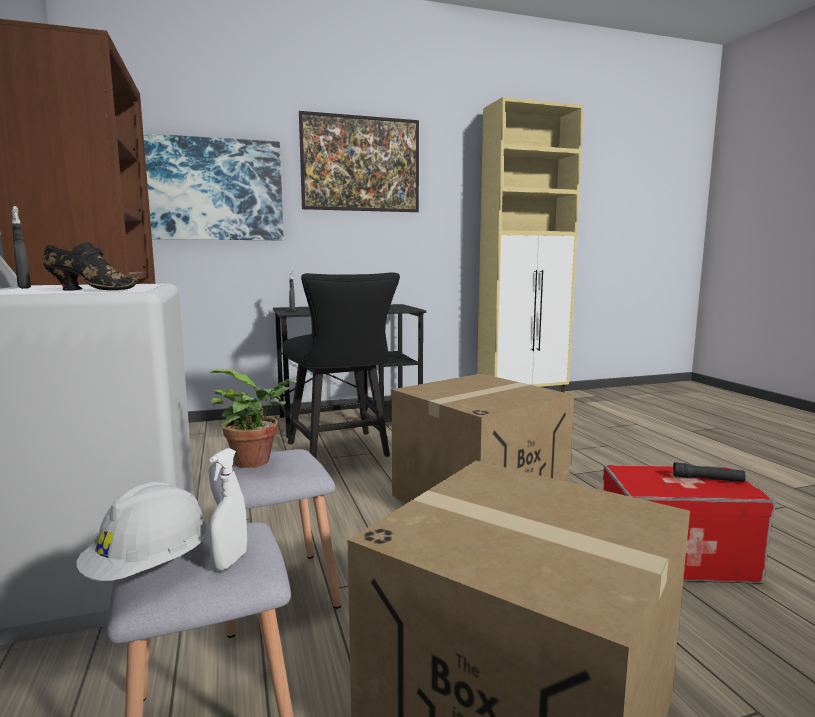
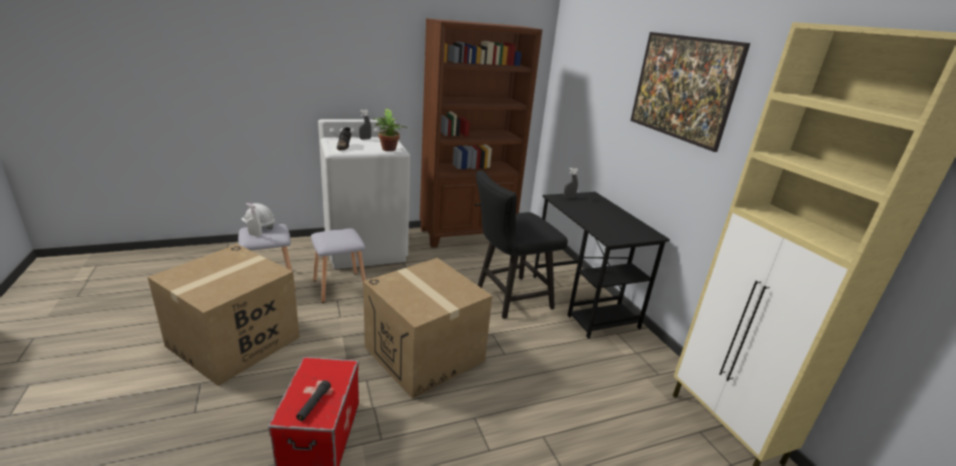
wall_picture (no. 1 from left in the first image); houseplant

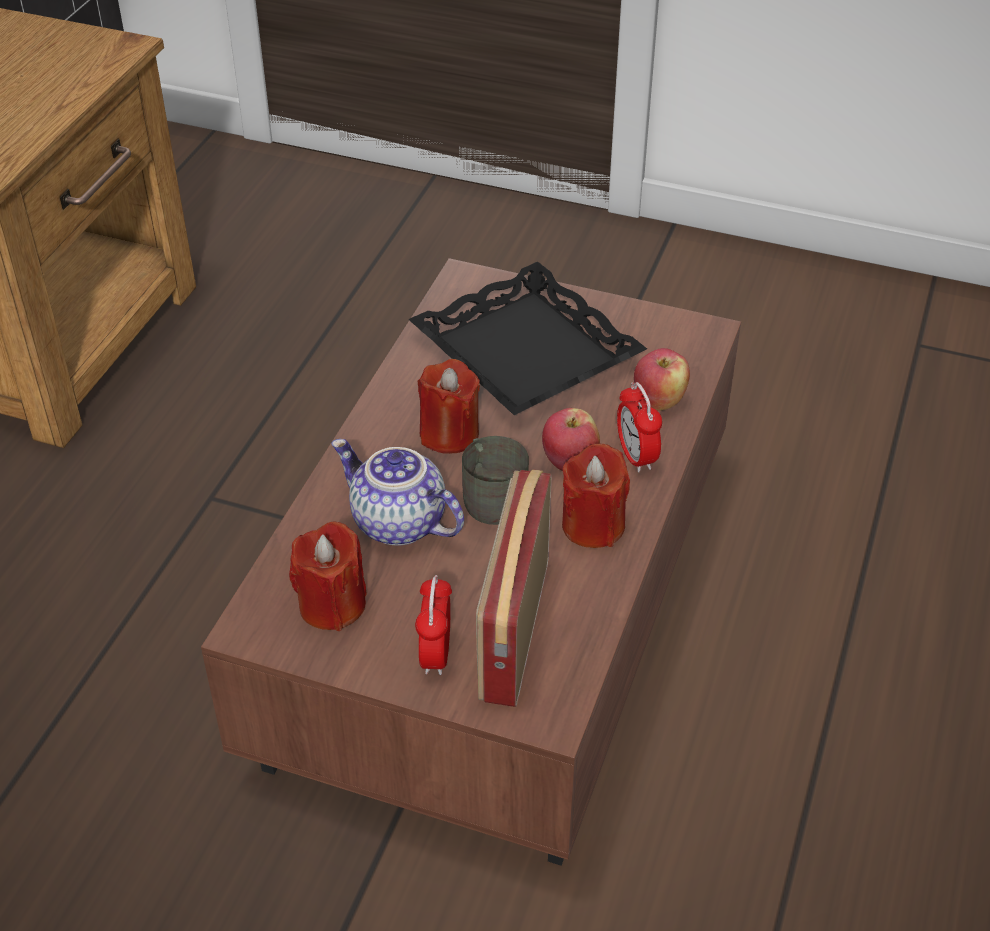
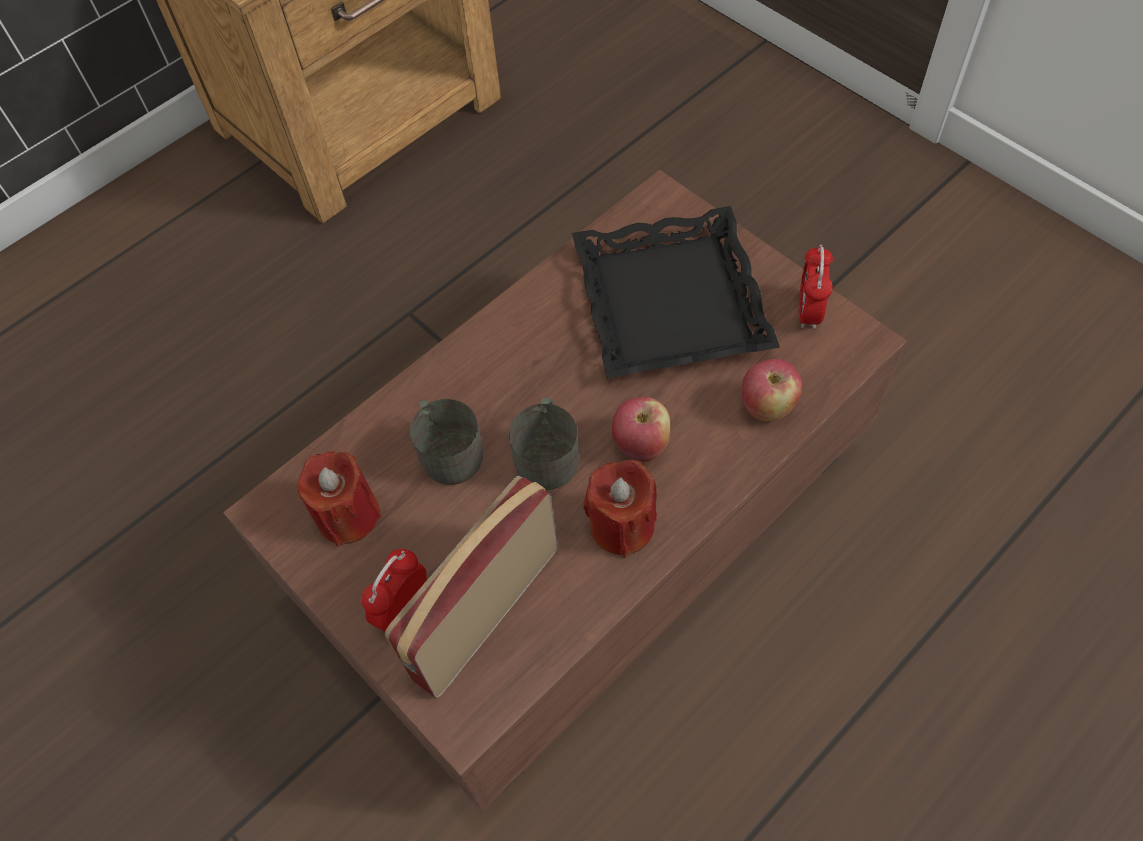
reddish_wax_light (no. 2 from left in the first image); alarm_clock (no. 2 from left); grey_coffee_mug (no. 1 from left)

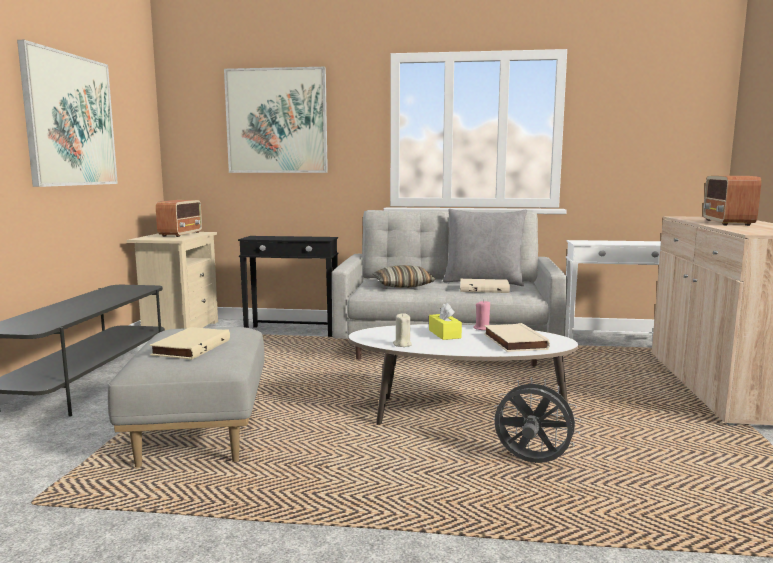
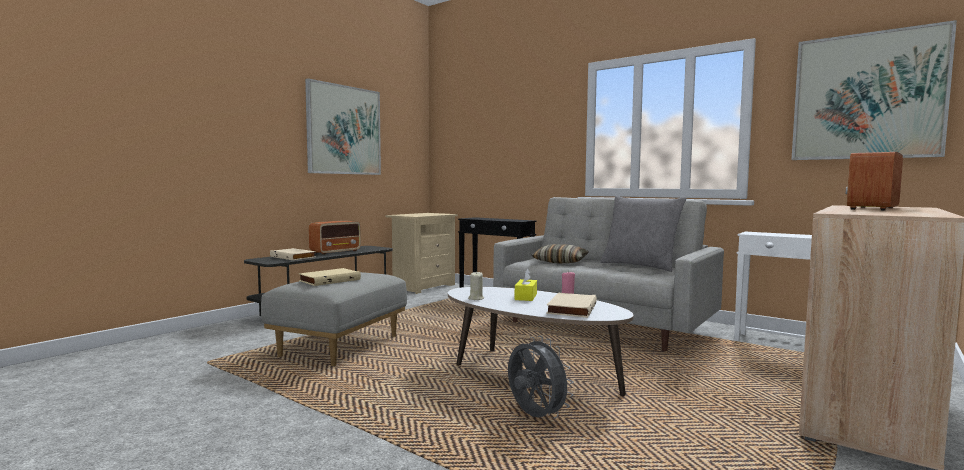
radio_receiver (no. 1 from left); wall_picture (no. 2 from left); sand-coloured_bound_book (no. 1 from left)

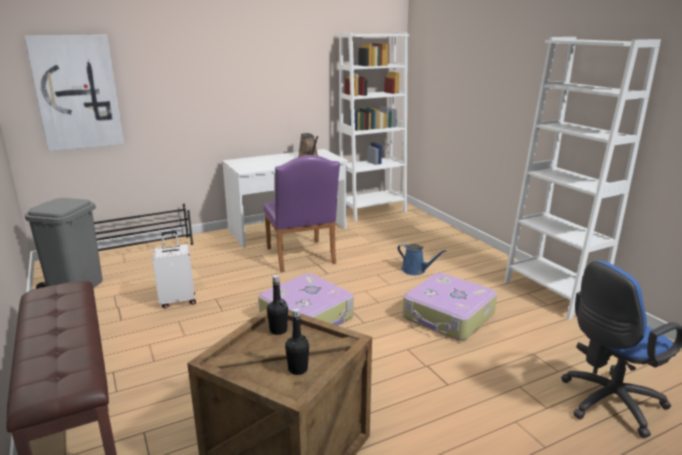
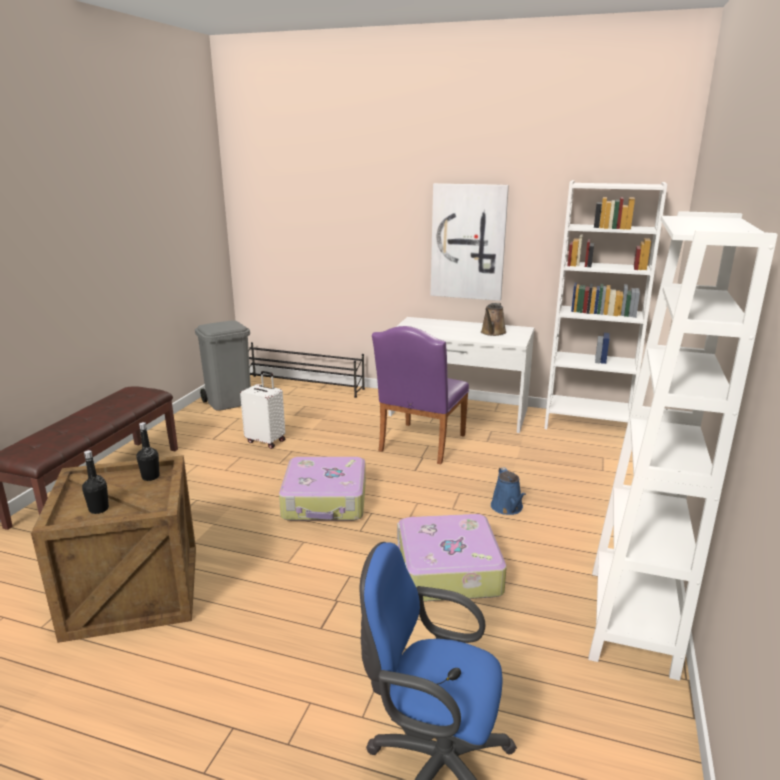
wall_picture

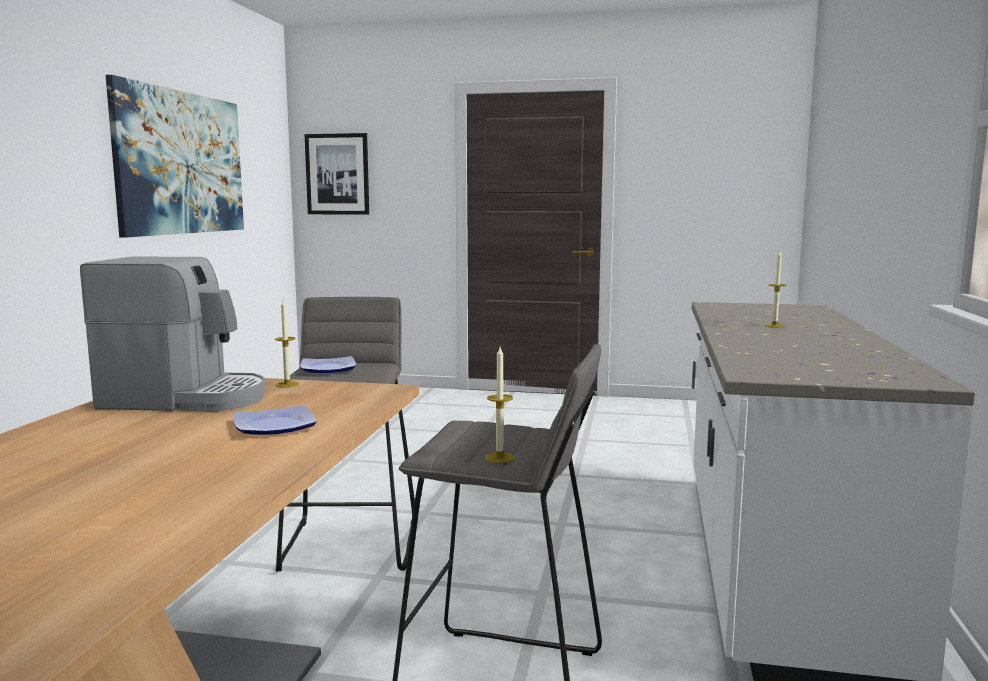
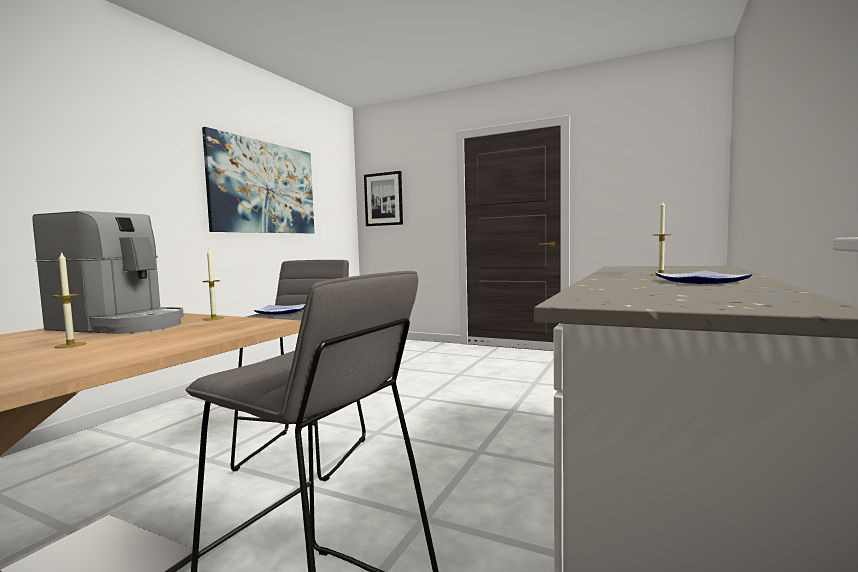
plate (no. 2 from left); wax_light (no. 1 from left)

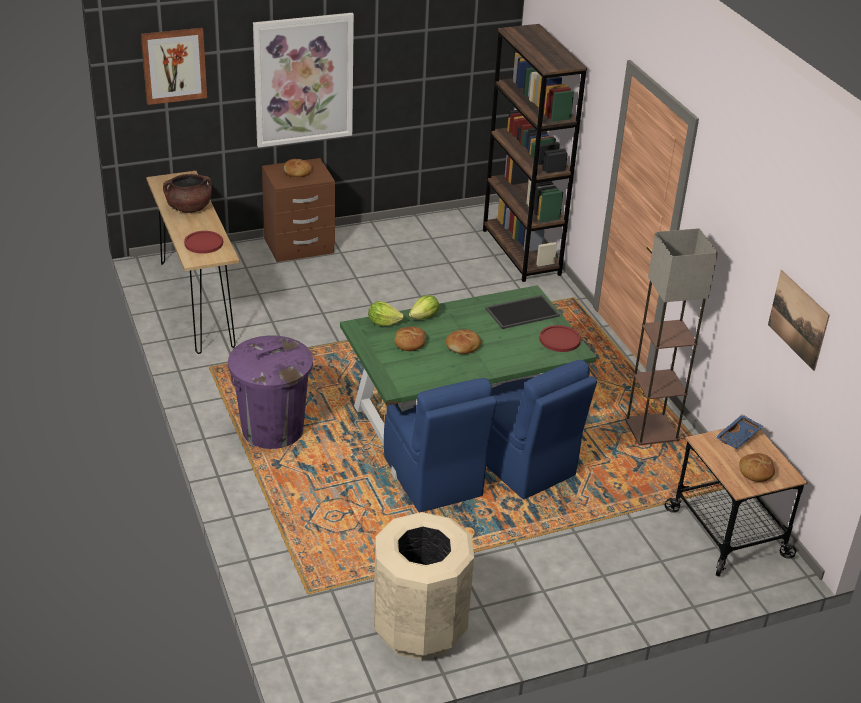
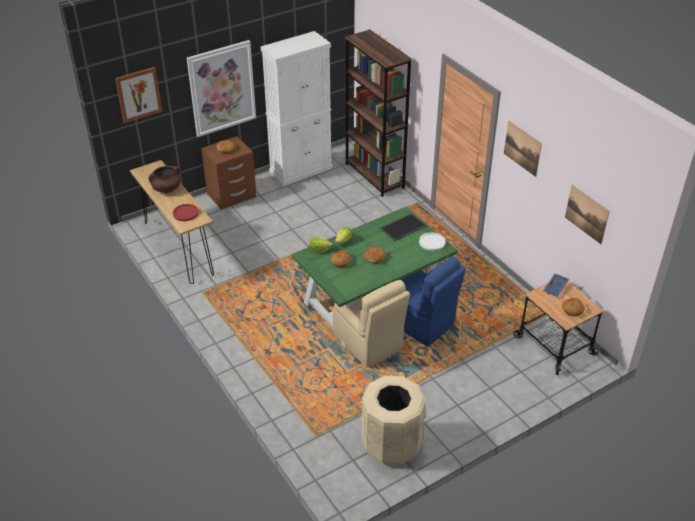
purple-coloured_waste_bin; standard_lamp; white-coloured_cabinet; wall_picture (no. 3 from left); sand-coloured_chair; white-coloured_plate

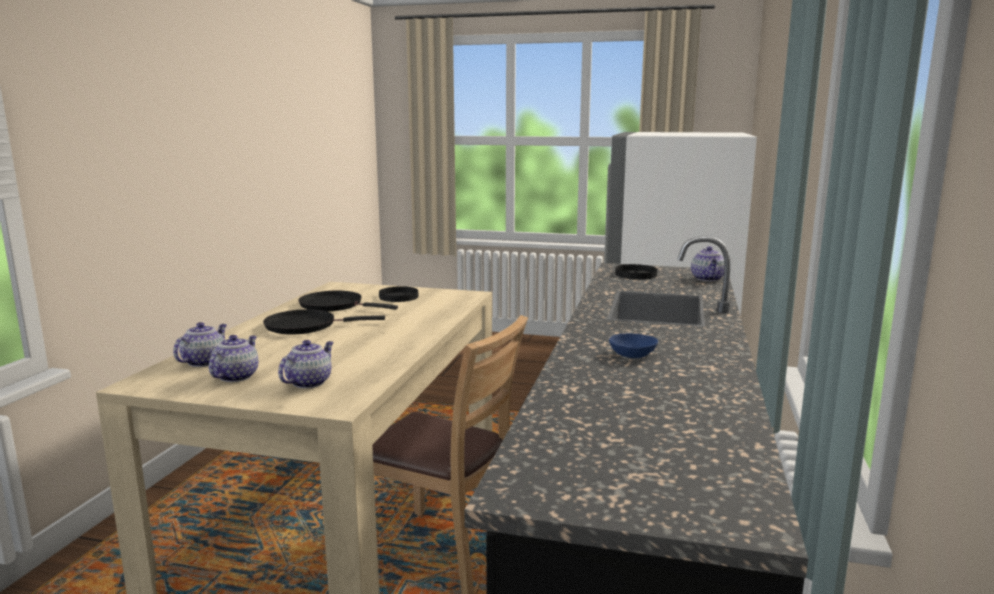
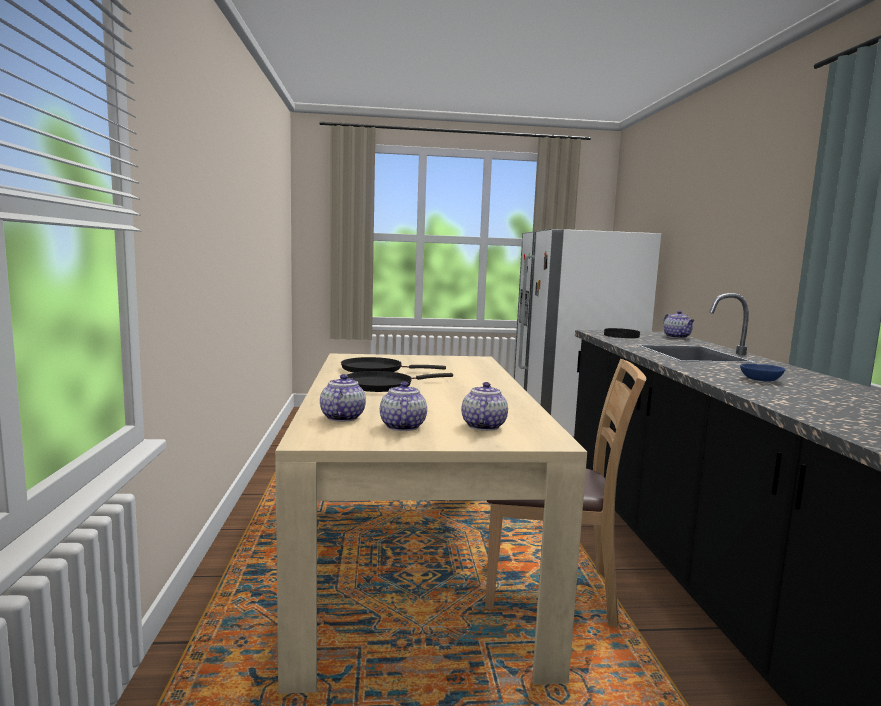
black-coloured_plate (no. 1 from left in the first image)

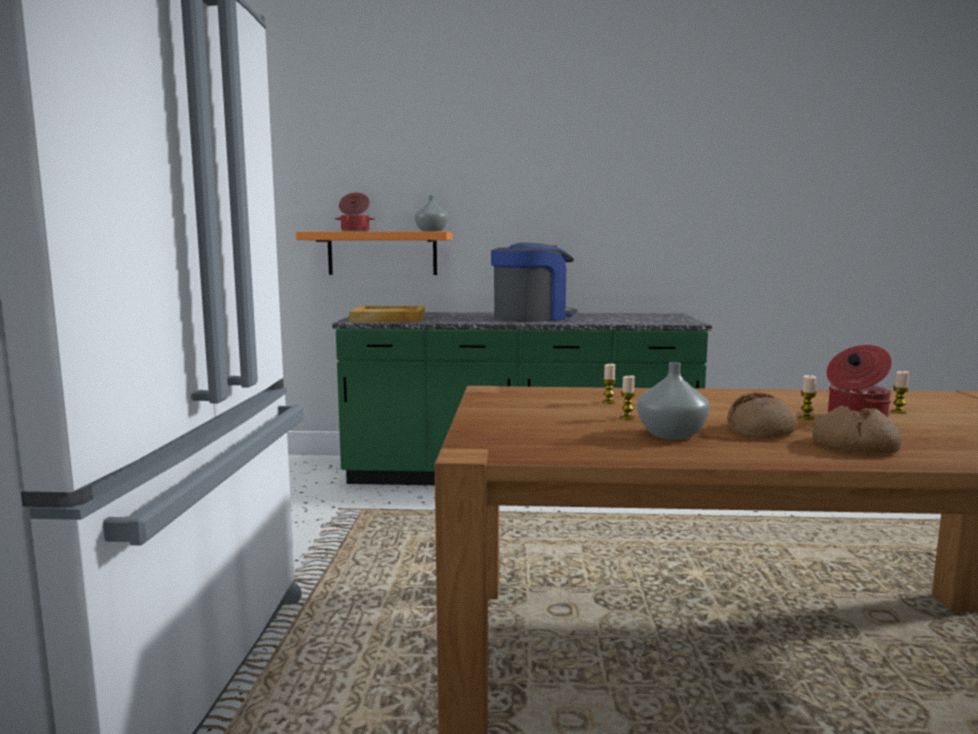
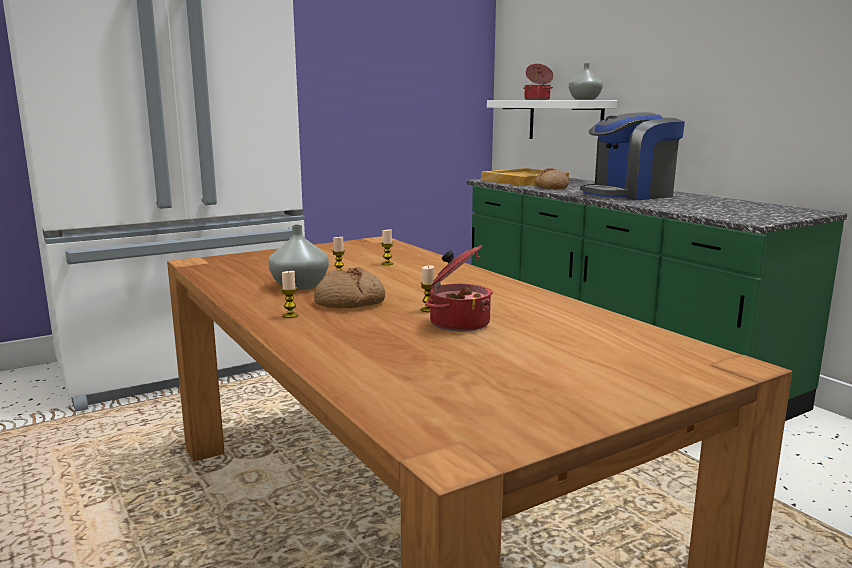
bakery_bread (no. 2 from left); wax_light (no. 1 from left); white-coloured_wall_shelf; coffee_brewer

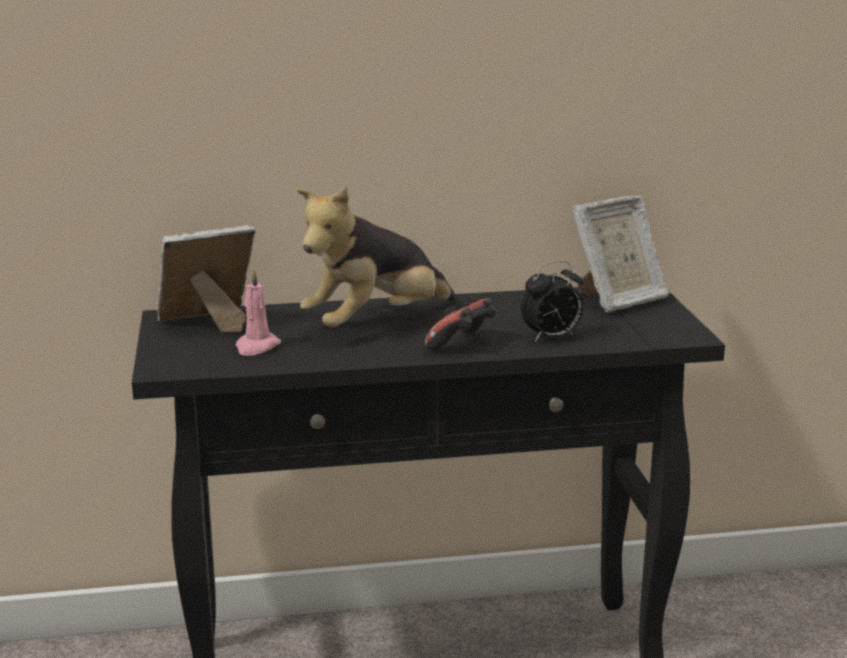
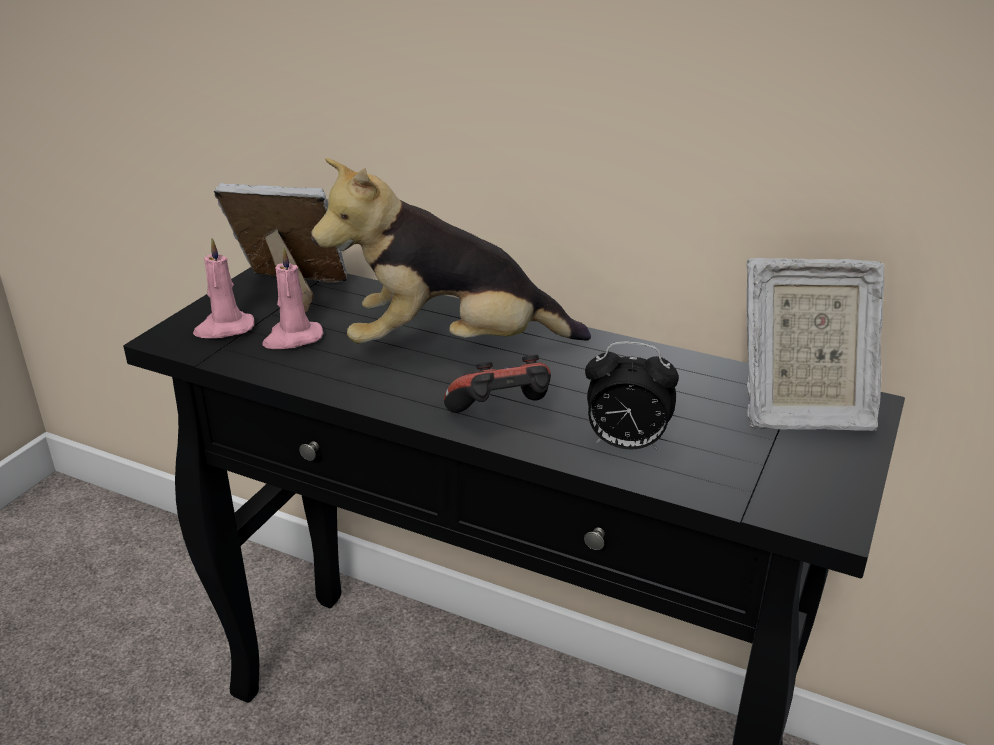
pink_wax_light (no. 1 from left)

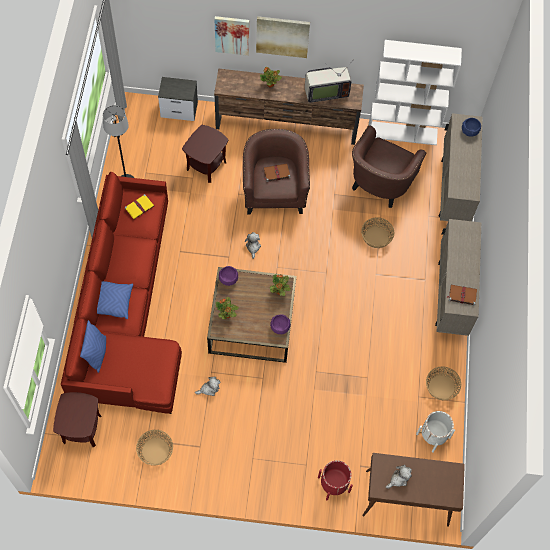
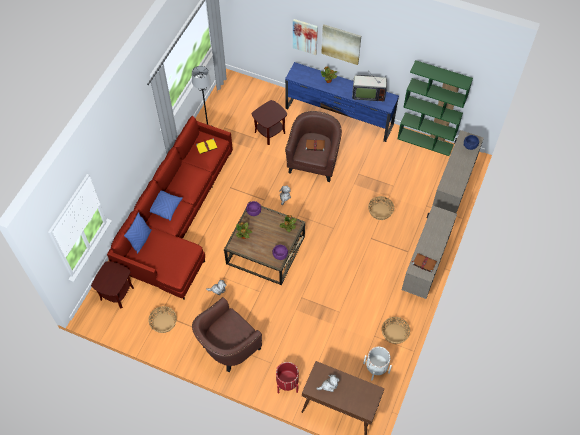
bedside_table; brown-coloured_easy_chair (no. 1 from left); blue_media_console; green-coloured_bookshelf

